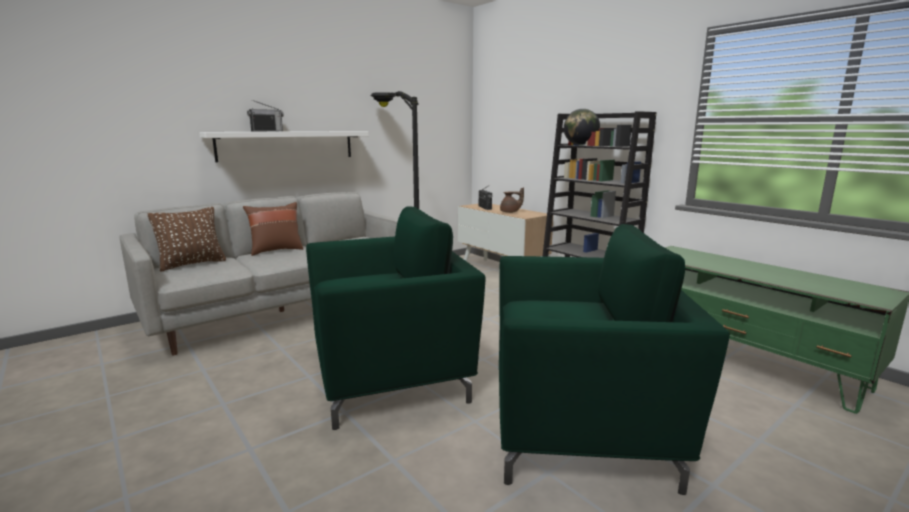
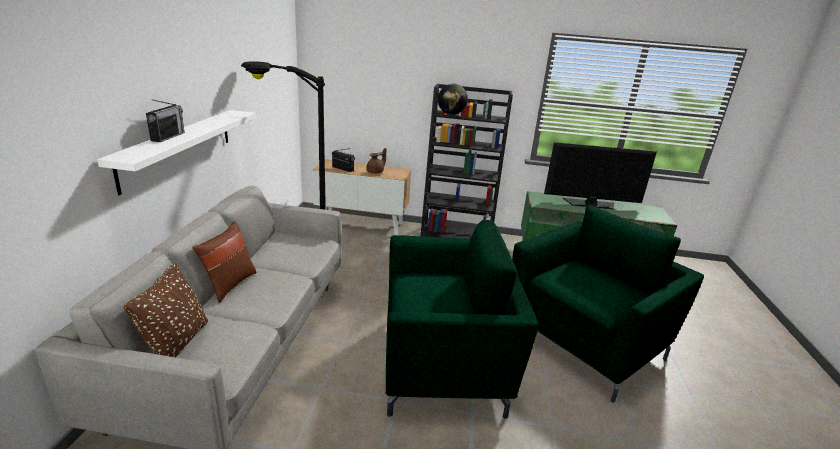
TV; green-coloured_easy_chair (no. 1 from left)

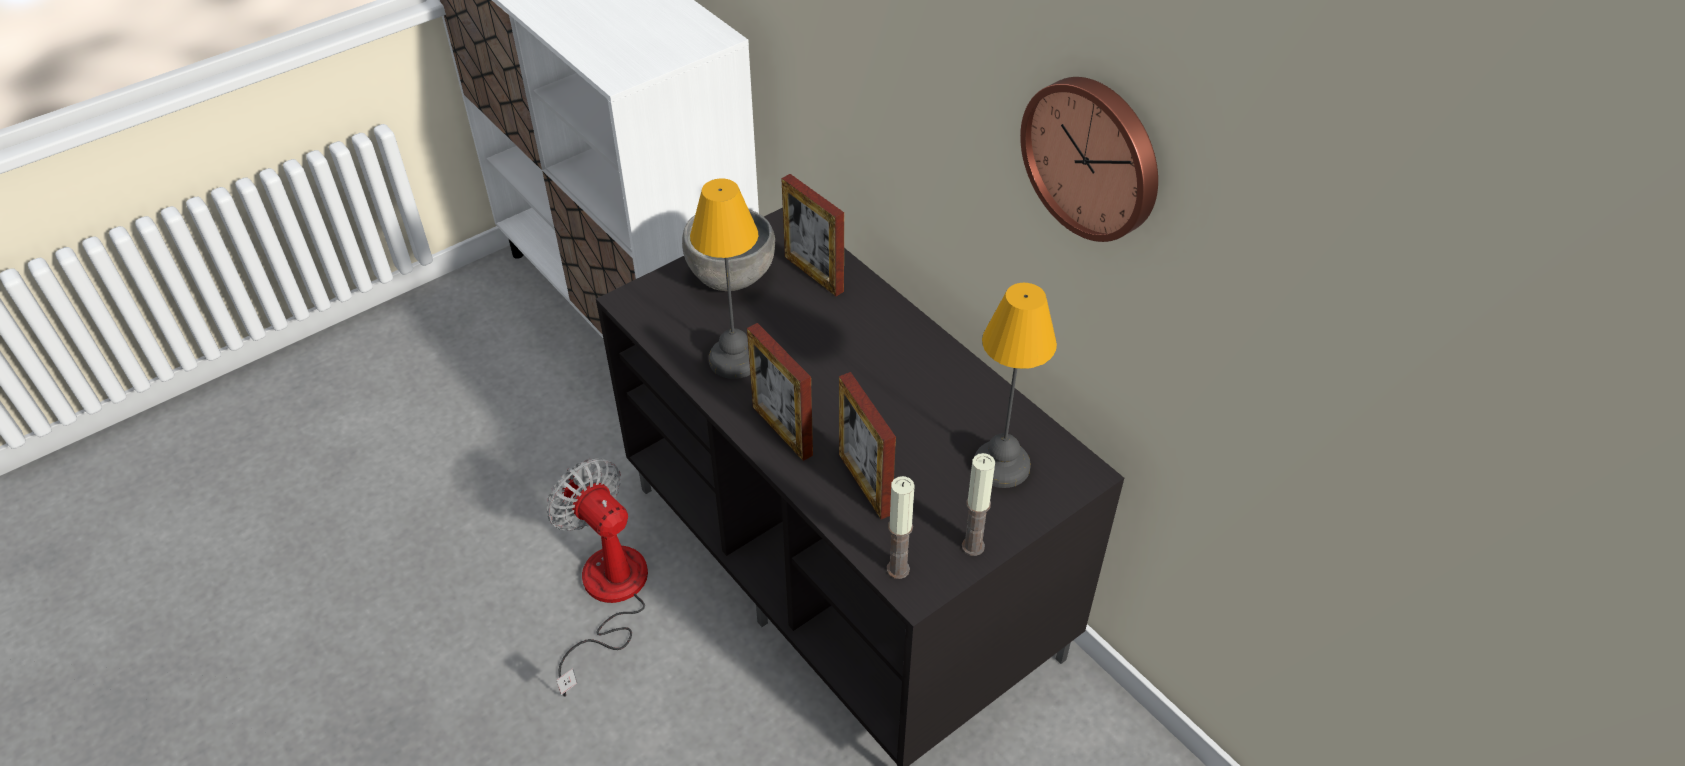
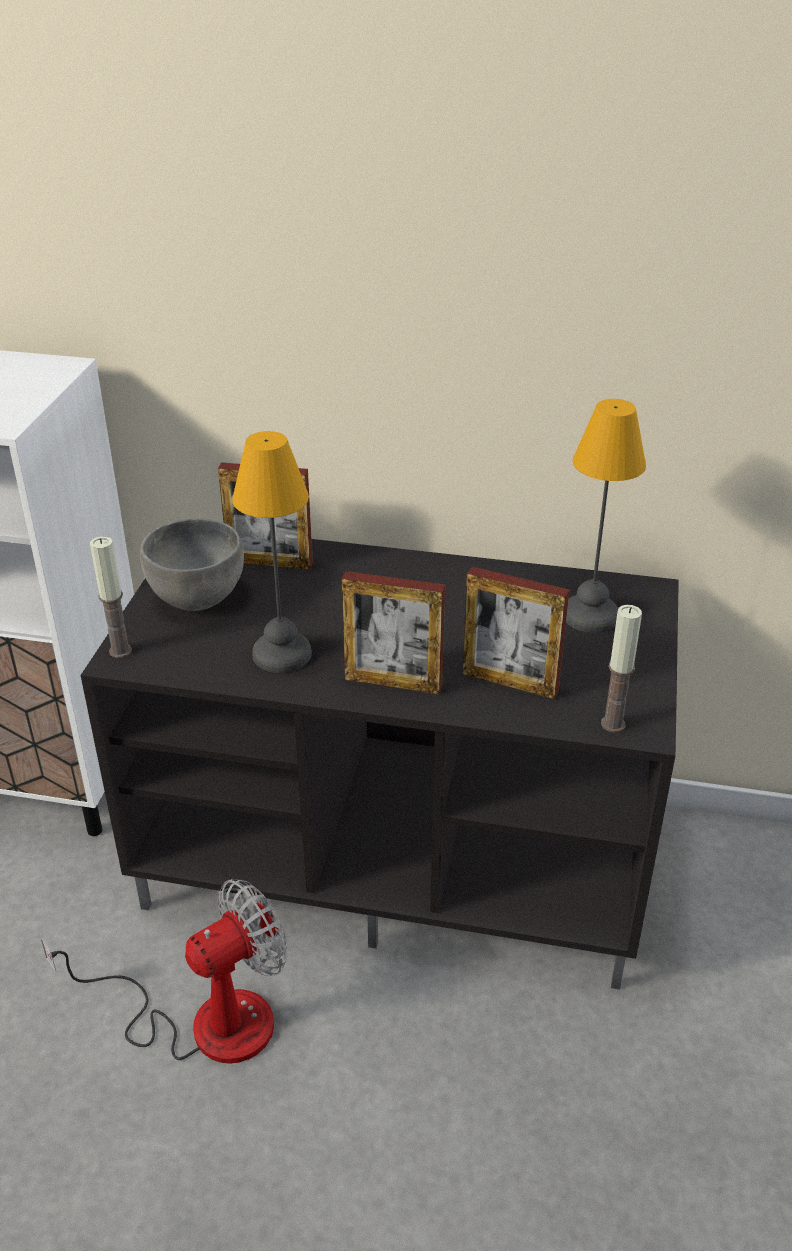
hanging_clock; wax_light (no. 1 from left); cooling_fan

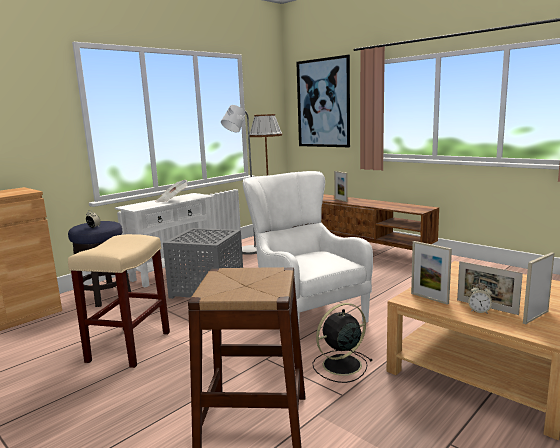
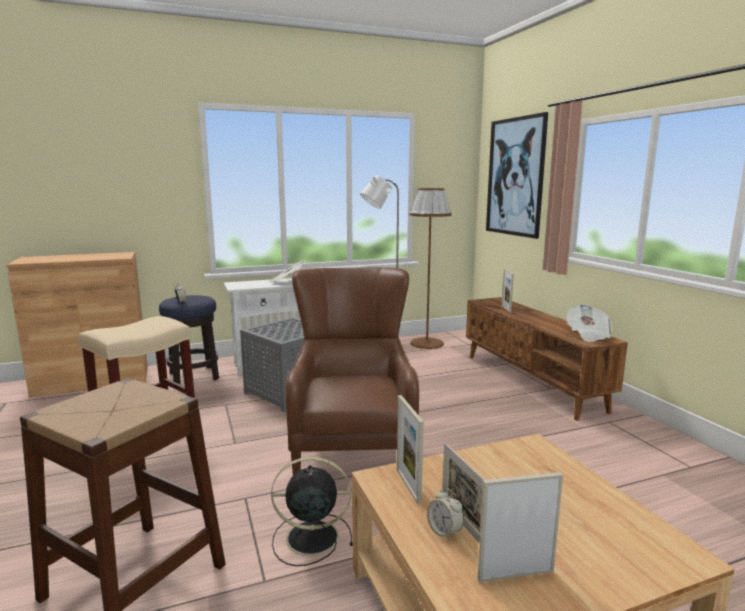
daily_paper (no. 2 from left); brown-coloured_easy_chair

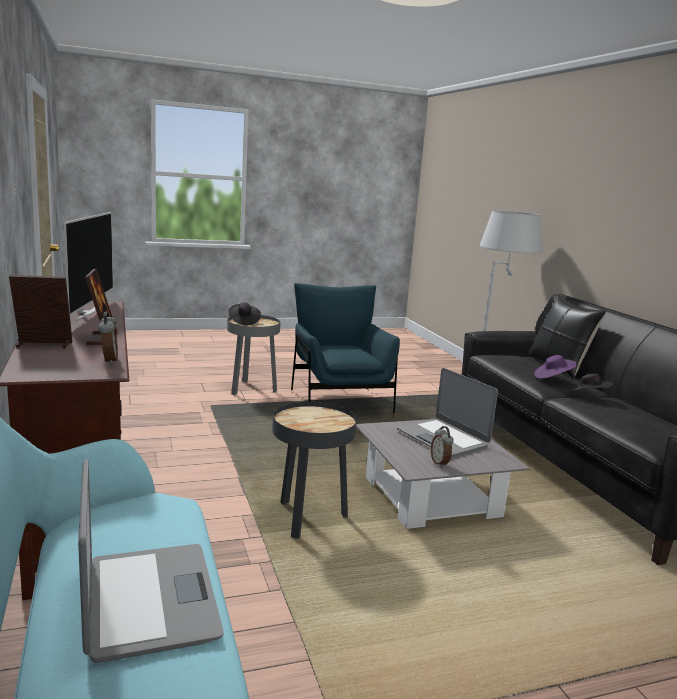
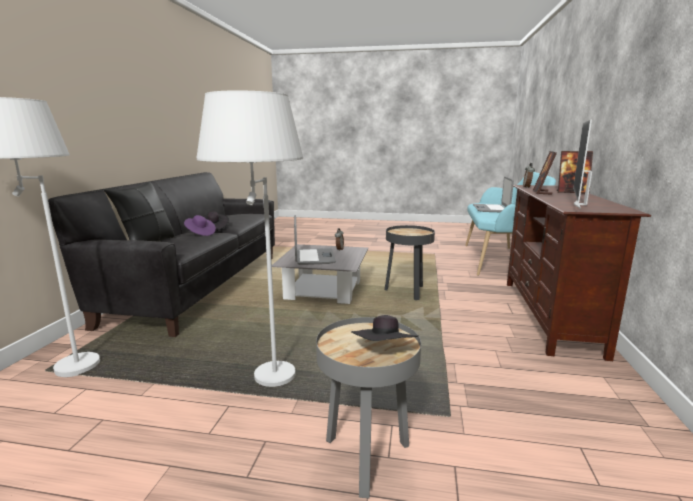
white-coloured_standard_lamp (no. 2 from left)

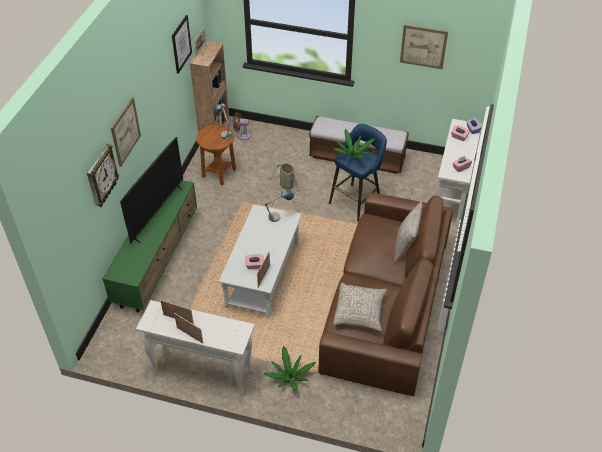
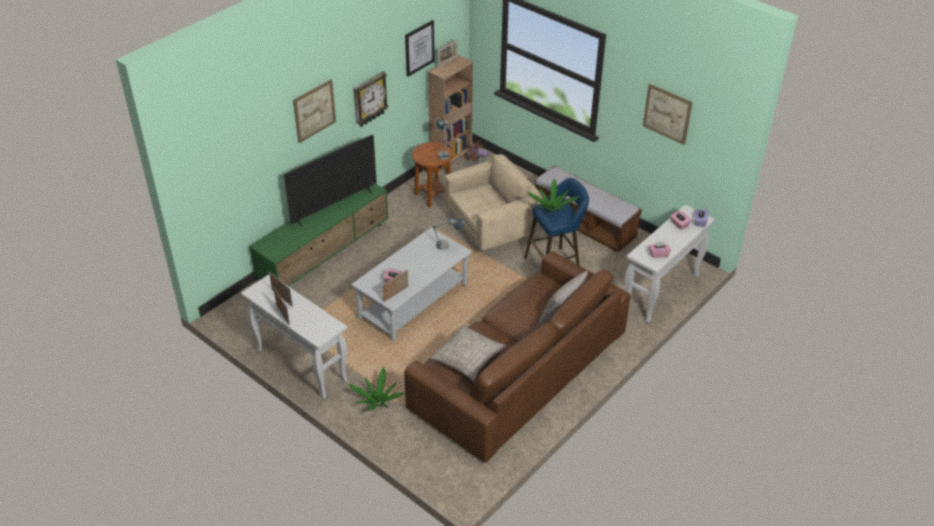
hanging_clock; sand-coloured_easy_chair

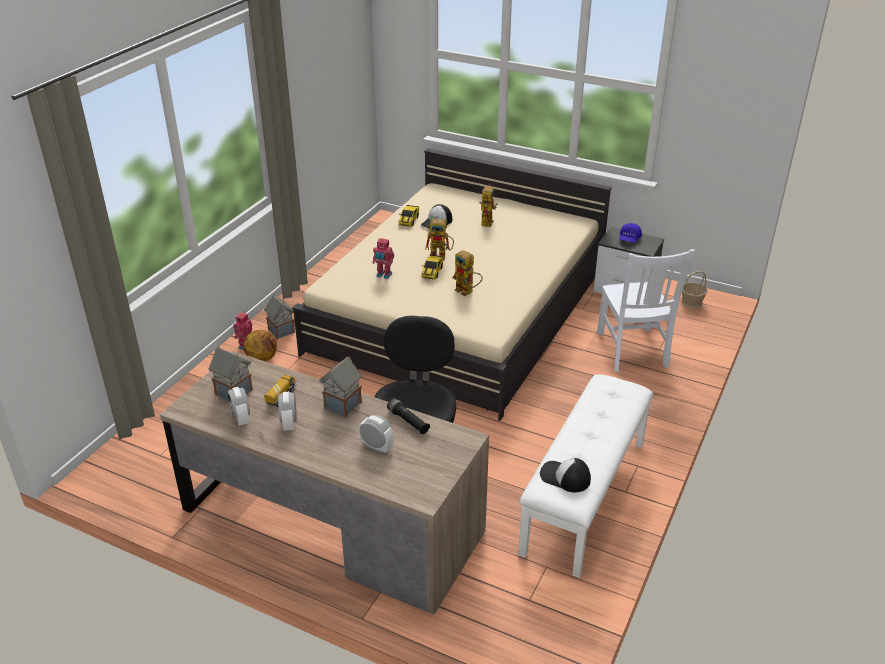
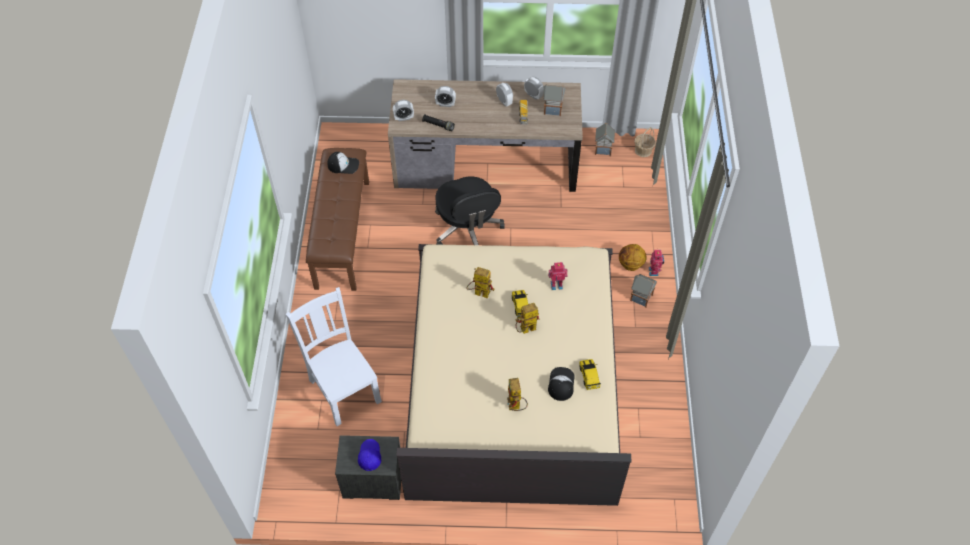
alarm_clock (no. 1 from left); model_house (no. 2 from left); basket; brown-coloured_indoor_bench

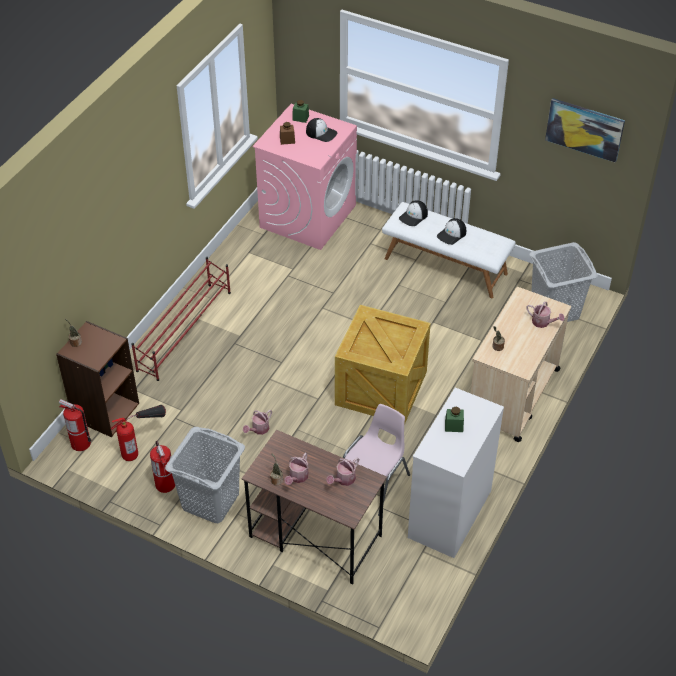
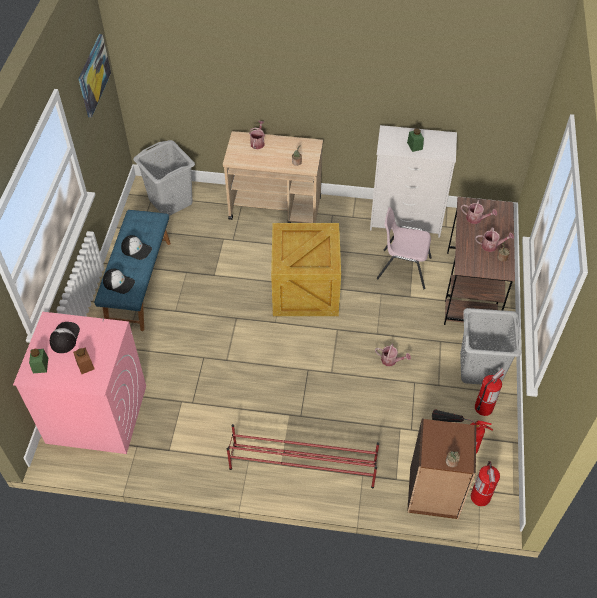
blue_indoor_bench

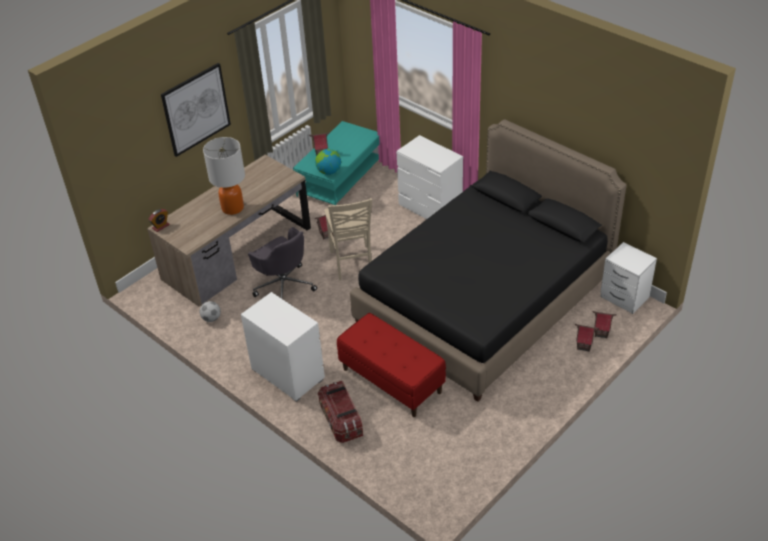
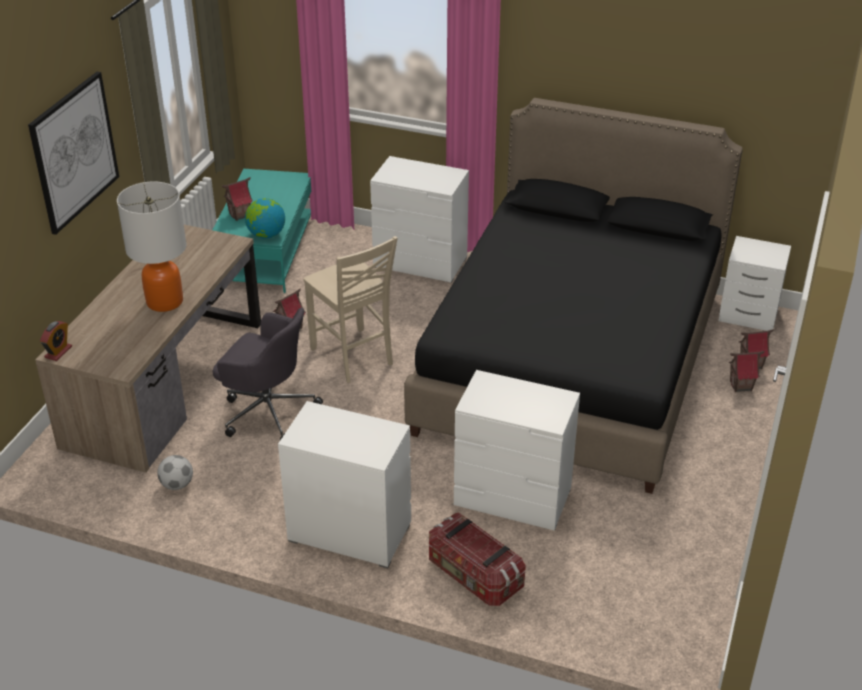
white-coloured_drawer_chest (no. 3 from left)

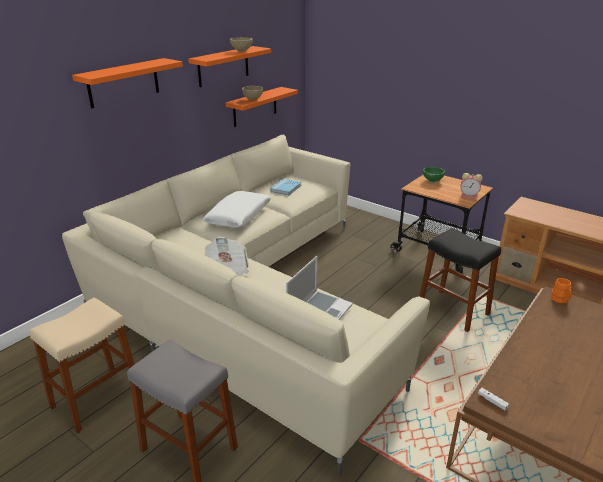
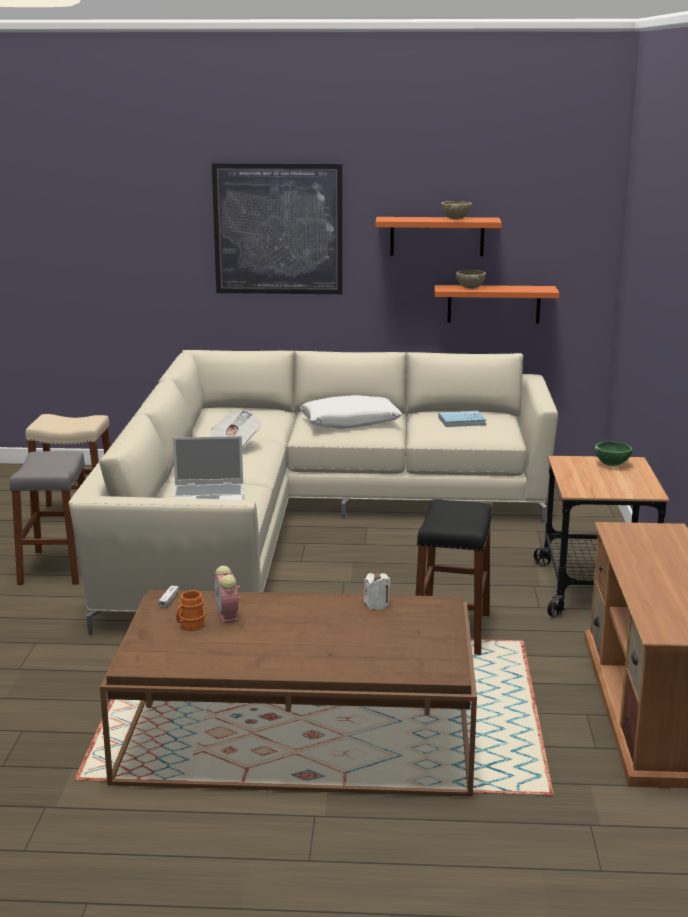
white-coloured_wax_light; alarm_clock; orangey_coffee_mug; wall_picture

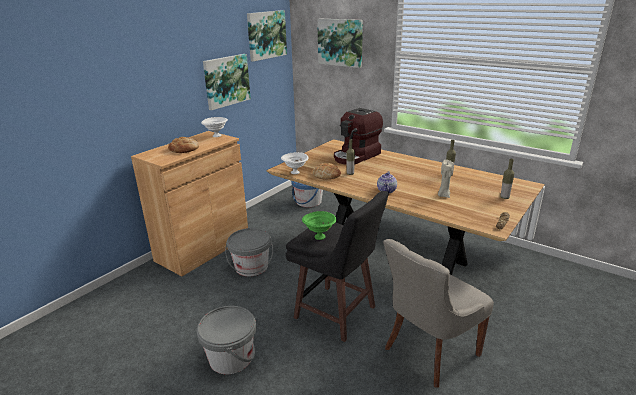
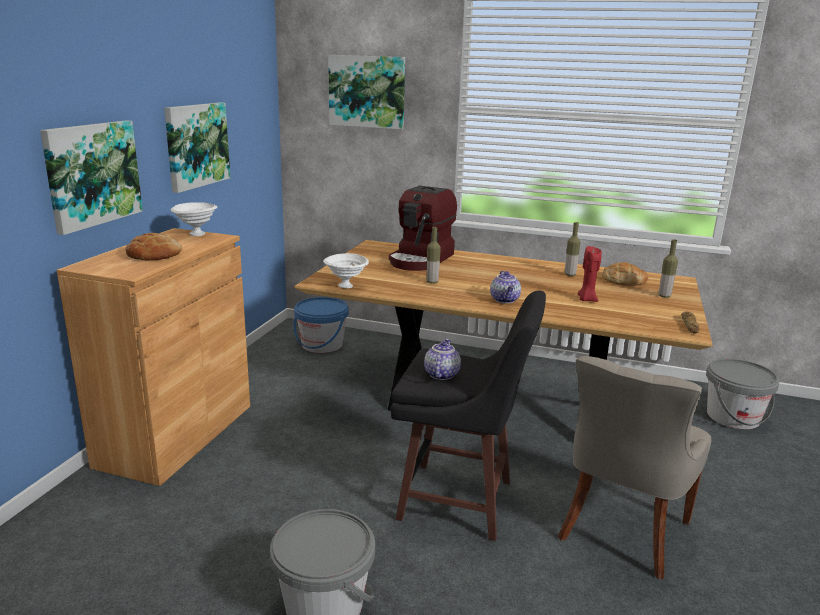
grey_pail (no. 2 from left); wall_picture (no. 1 from left); bakery_bread (no. 2 from left); teapot (no. 1 from left); reddish_wax_light

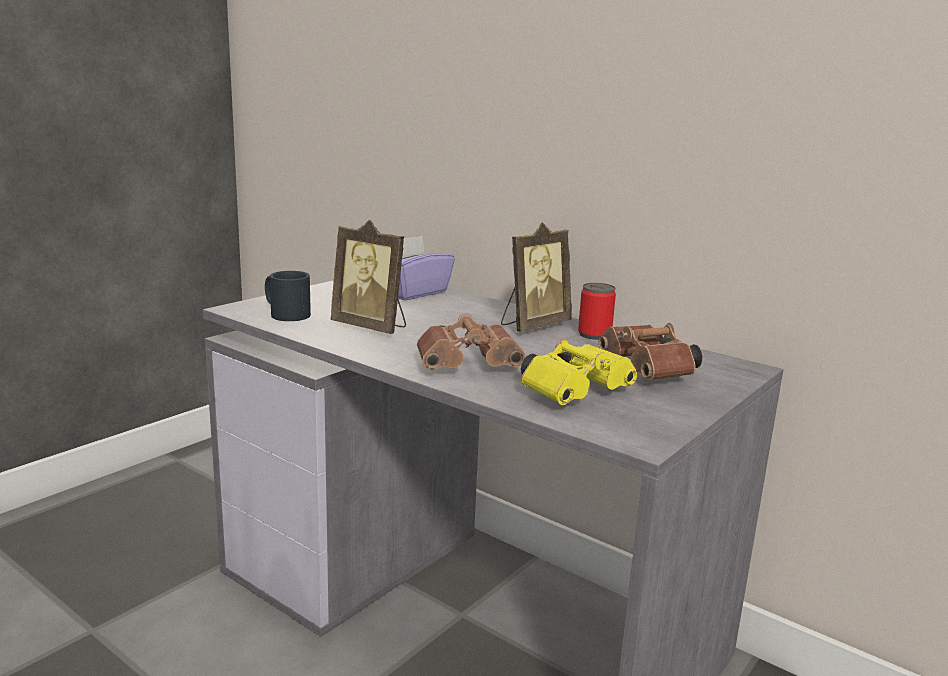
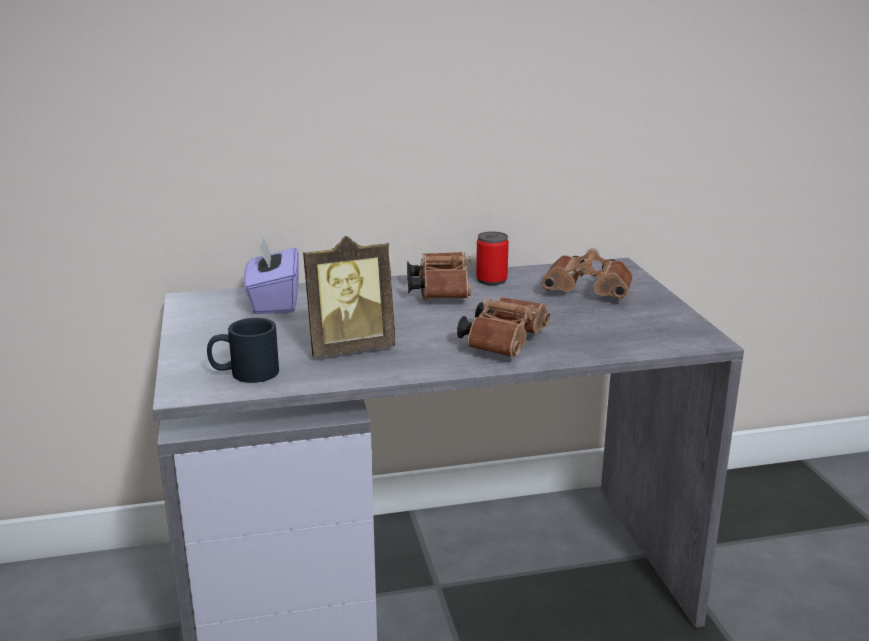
yellow-coloured_pair_of_binoculars; brown-coloured_pair_of_binoculars (no. 1 from left)

